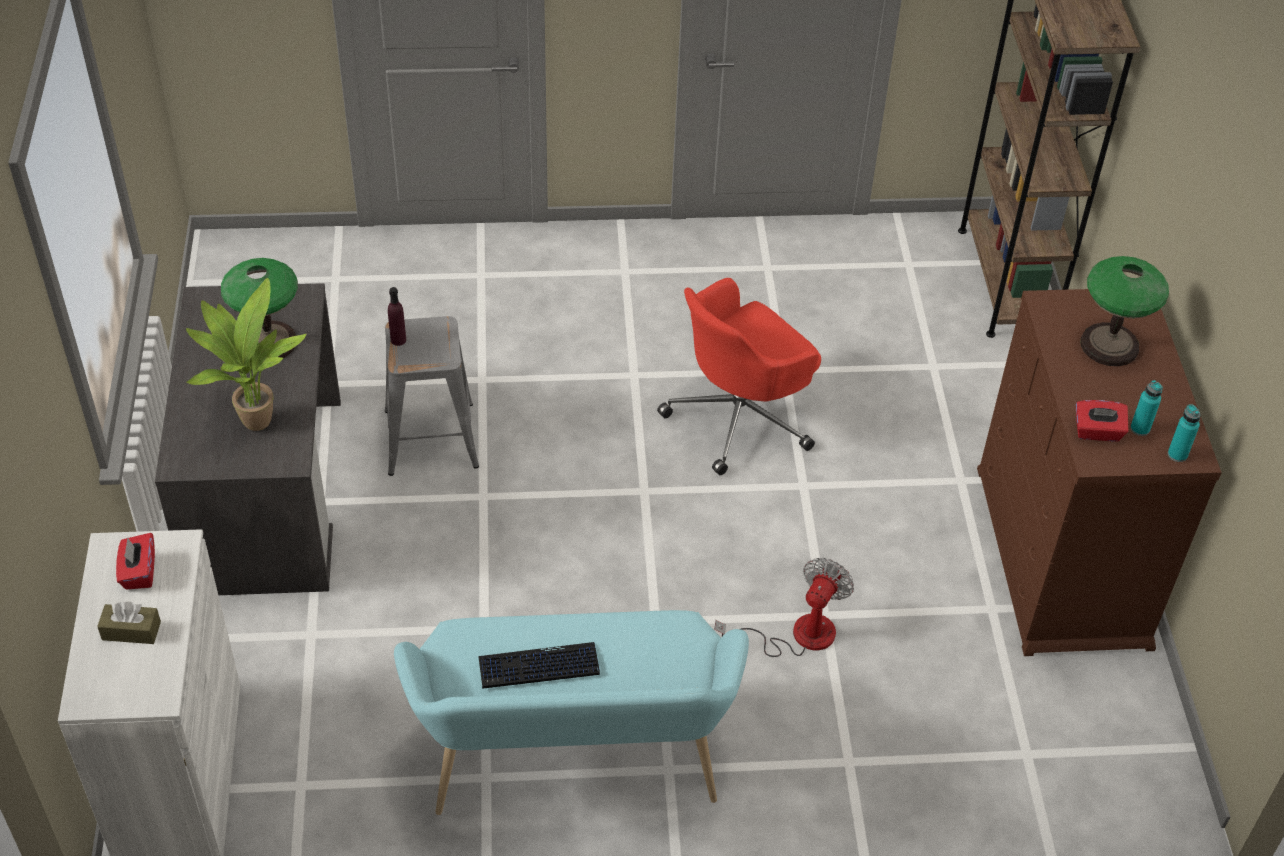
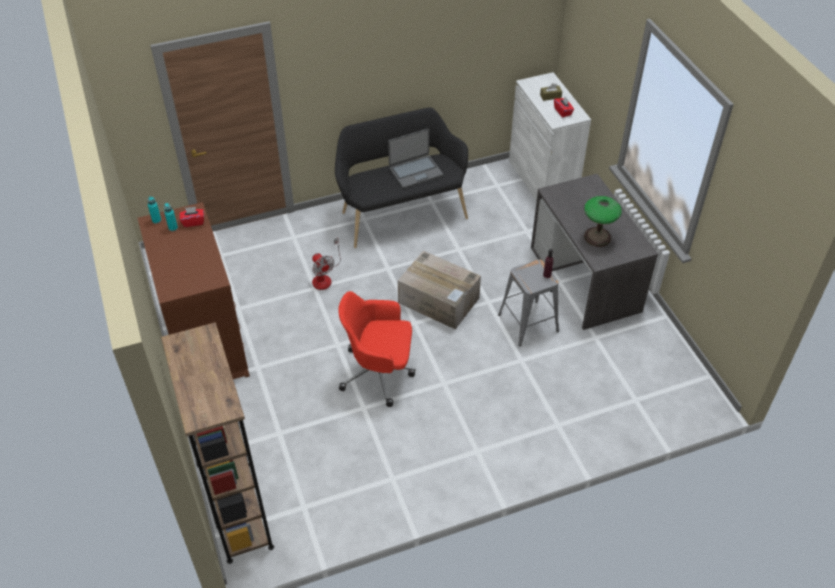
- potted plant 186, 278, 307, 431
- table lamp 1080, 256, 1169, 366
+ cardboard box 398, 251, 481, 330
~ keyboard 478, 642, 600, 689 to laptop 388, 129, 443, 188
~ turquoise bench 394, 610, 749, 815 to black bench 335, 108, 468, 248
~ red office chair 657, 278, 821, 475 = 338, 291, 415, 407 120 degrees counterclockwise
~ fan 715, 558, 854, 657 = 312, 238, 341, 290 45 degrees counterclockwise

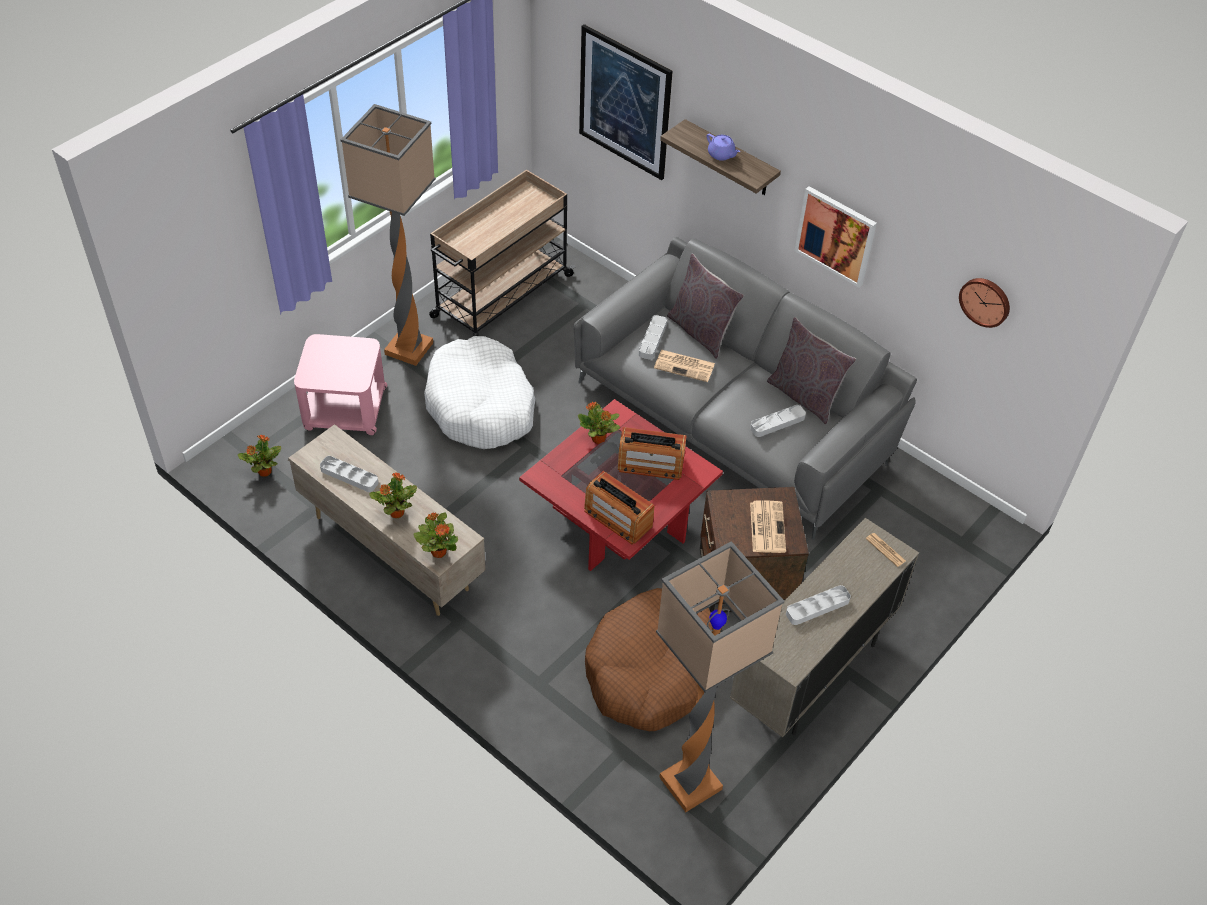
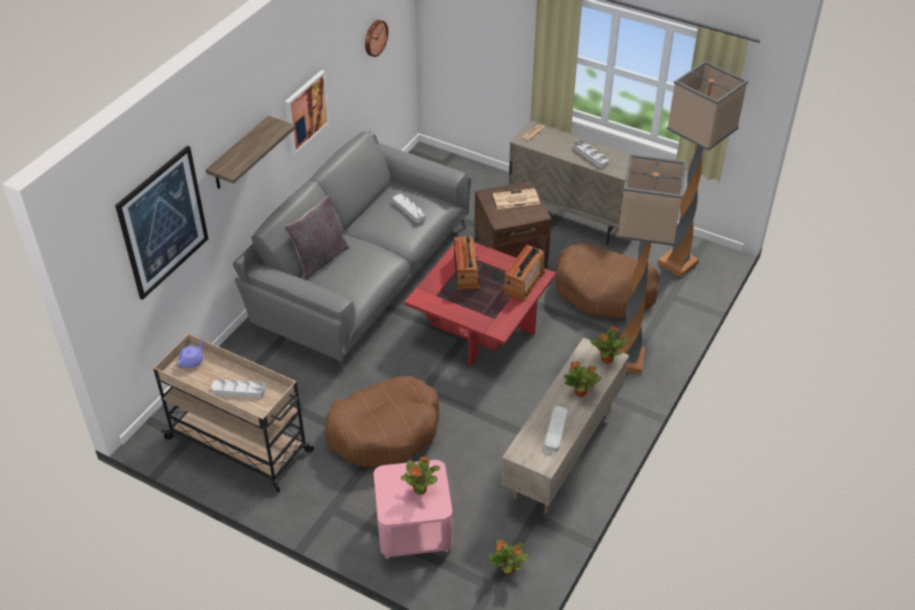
- newspaper 654, 350, 715, 382
- grey pillow 767, 317, 856, 424
~ floor lamp 340, 104, 436, 366 to 615, 154, 687, 374
~ potted plant 578, 402, 620, 444 to 401, 456, 440, 495
~ grey tray 639, 315, 667, 360 to 211, 379, 266, 398
~ purple teapot 707, 134, 740, 161 to 177, 339, 204, 368
~ white dog bed 424, 336, 536, 449 to brown dog bed 325, 376, 439, 467

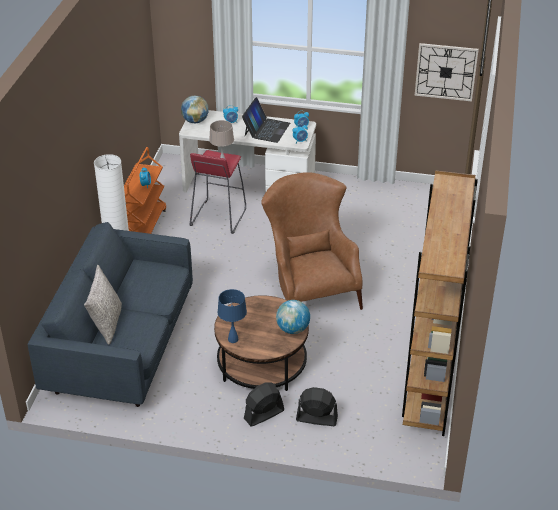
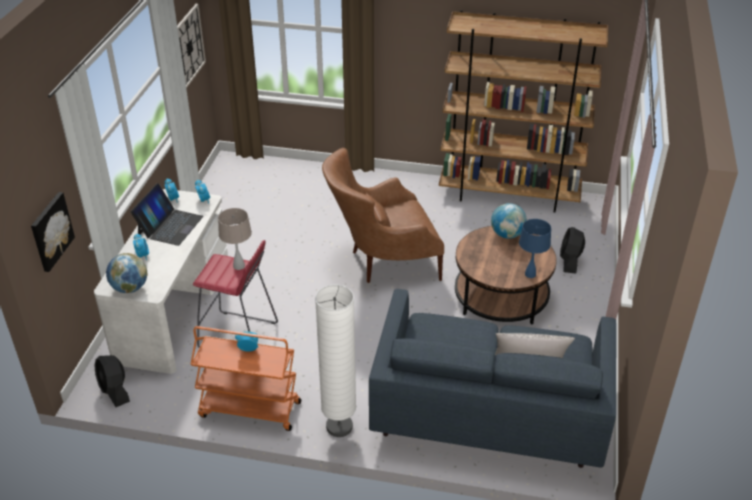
+ picture 31, 192, 75, 272
~ black fan 244, 382, 284, 427 to 94, 355, 130, 407
~ laptop 242, 97, 290, 143 = 130, 183, 203, 246 90 degrees clockwise

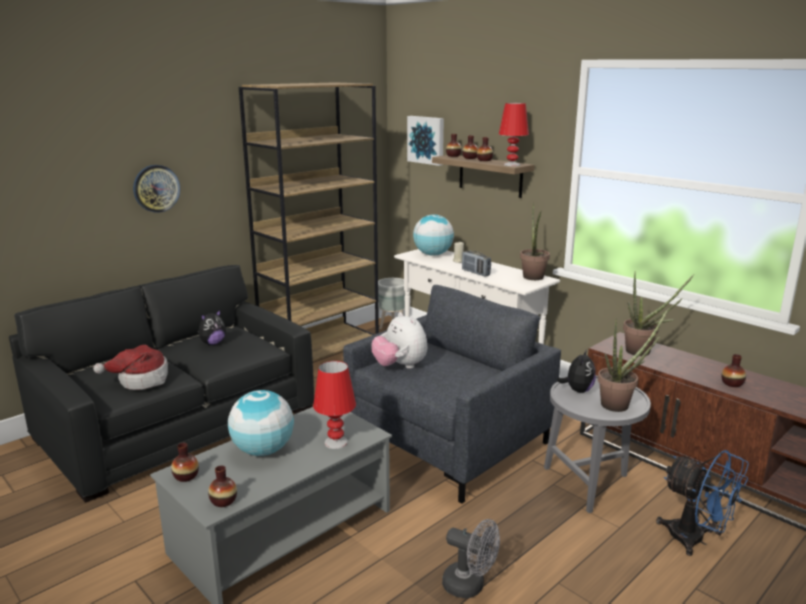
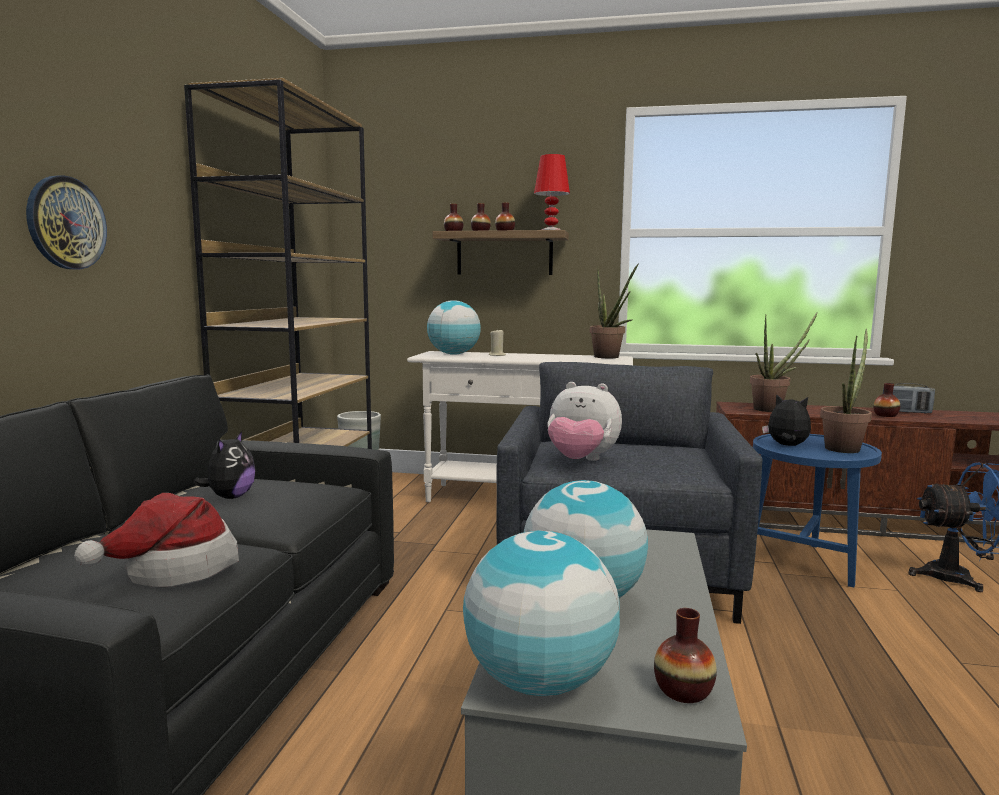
- red table lamp 313, 361, 356, 449
- picture 407, 116, 444, 166
- grey fan 442, 519, 500, 598
~ radio 462, 251, 491, 276 to 883, 383, 935, 414
~ vase 171, 443, 199, 482 to globe 463, 530, 620, 696
~ grey side table 544, 376, 651, 513 to blue side table 753, 434, 882, 587
~ plush toy 557, 349, 596, 393 = 762, 394, 811, 446 45 degrees counterclockwise

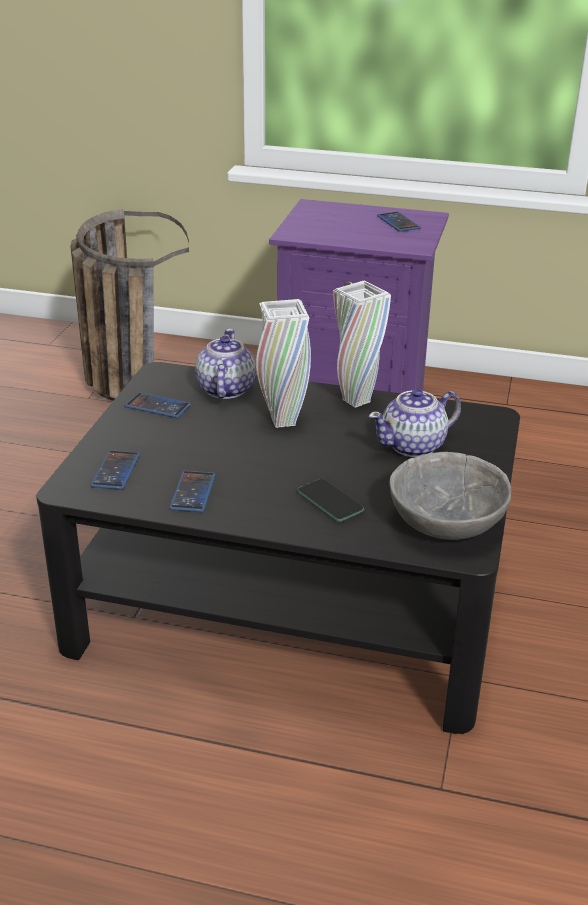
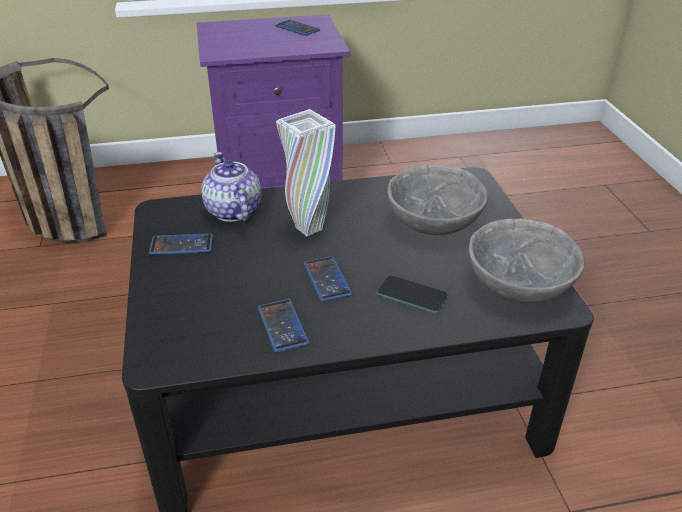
- white vase 333, 280, 391, 408
~ phone 90, 450, 140, 490 to 303, 256, 353, 302
~ teapot 369, 388, 461, 457 to grey bowl 388, 164, 488, 235

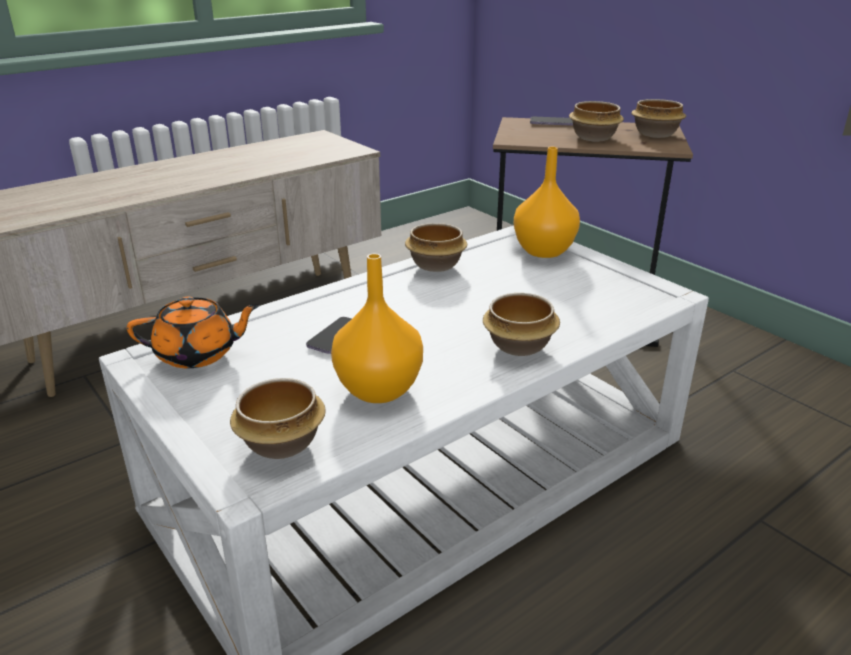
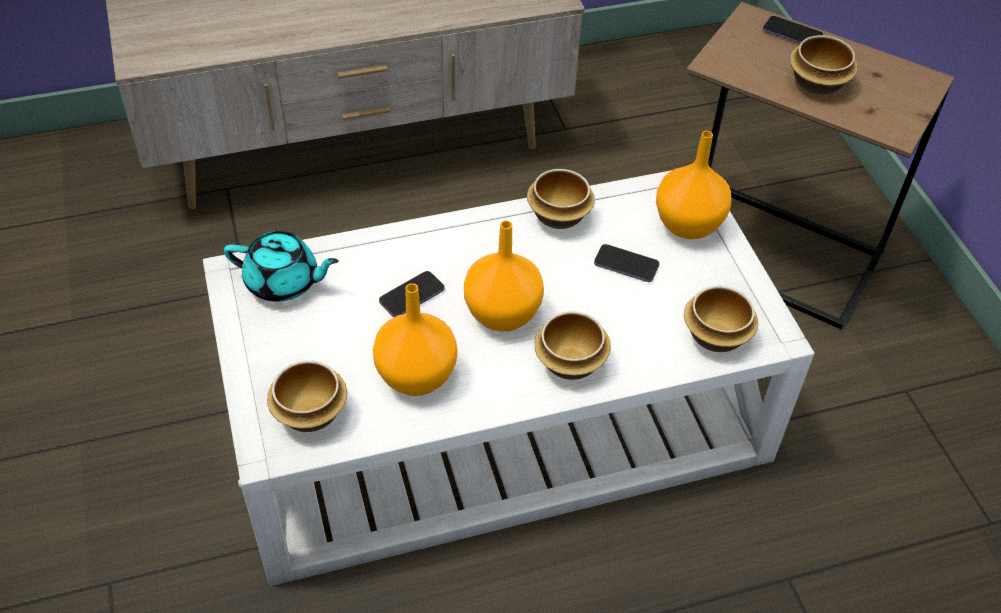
+ orange vase 464, 220, 544, 332
+ phone 594, 244, 660, 282
~ bowl 631, 99, 686, 138 to 684, 286, 758, 352
~ orange teapot 127, 297, 260, 368 to turquoise teapot 224, 231, 339, 302

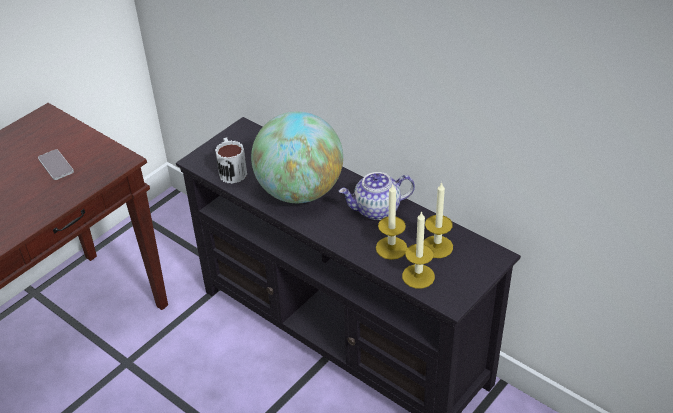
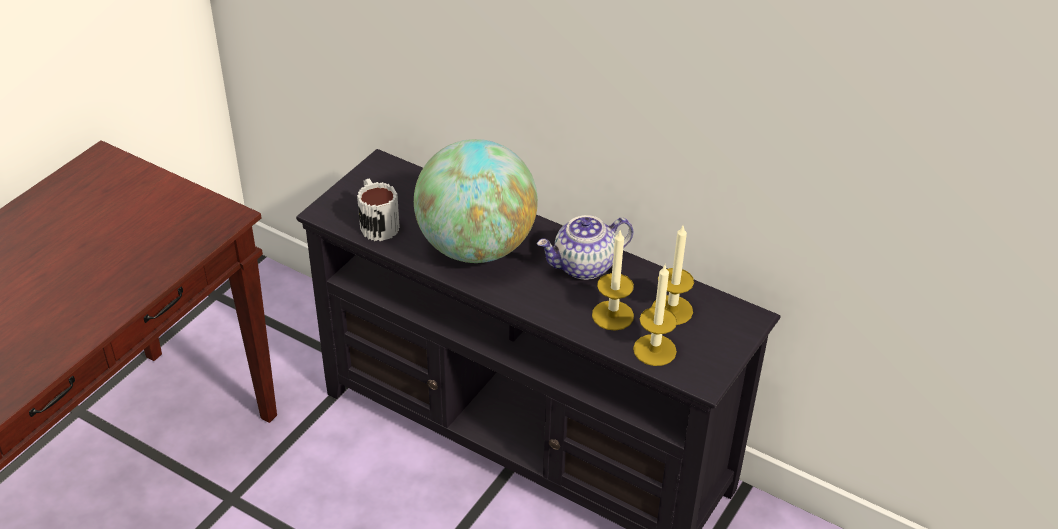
- phone 38, 149, 74, 180

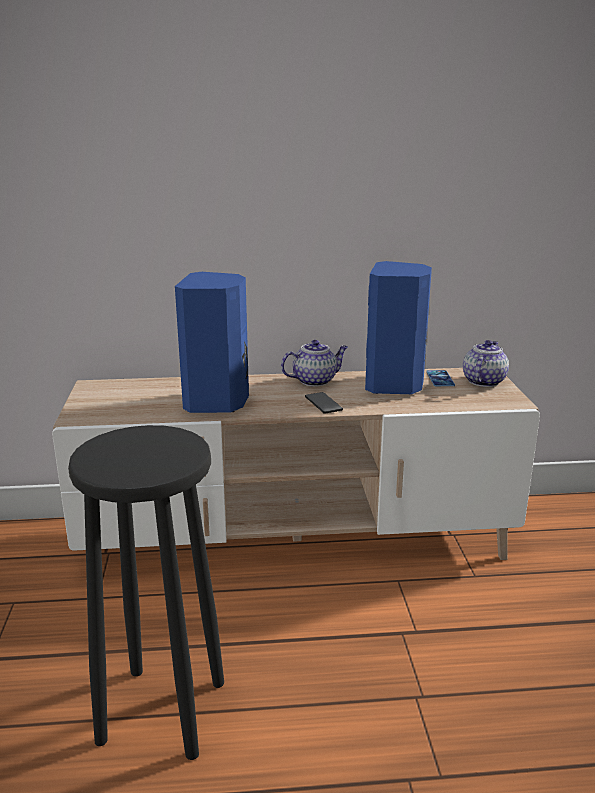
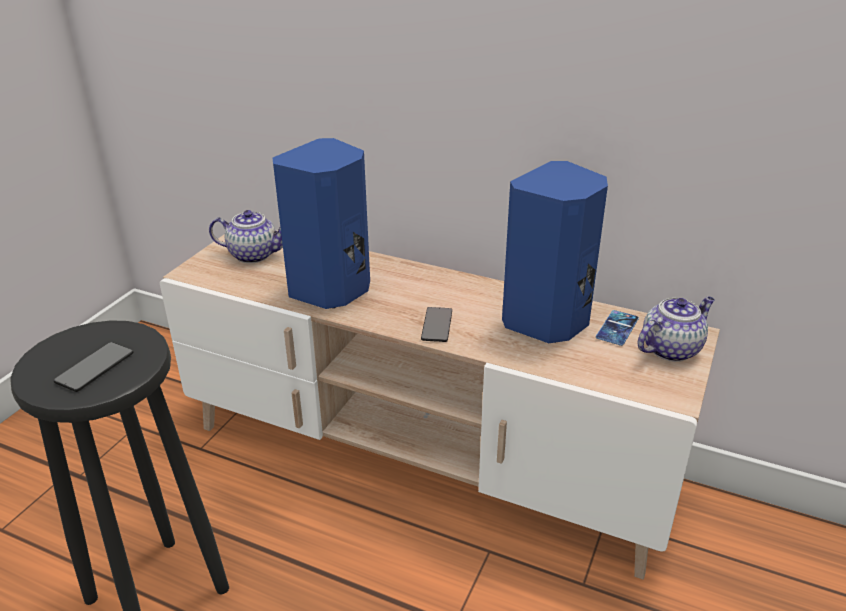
+ phone 54, 342, 133, 392
~ teapot 281, 340, 348, 387 to 209, 210, 283, 263

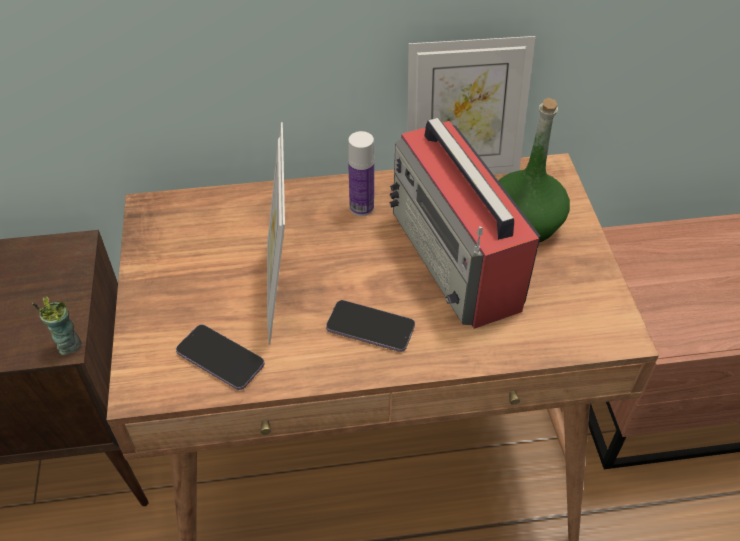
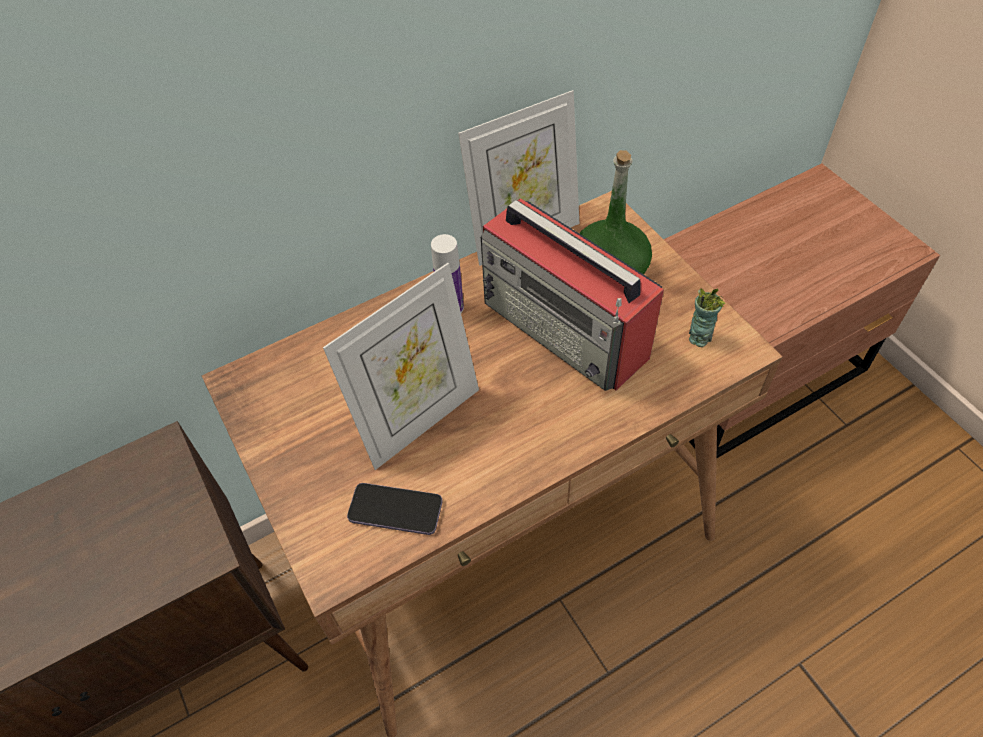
- phone 326, 300, 415, 352
~ cup 32, 297, 81, 355 to 689, 288, 725, 347
~ picture frame 267, 122, 285, 345 = 323, 263, 479, 470 105 degrees counterclockwise

